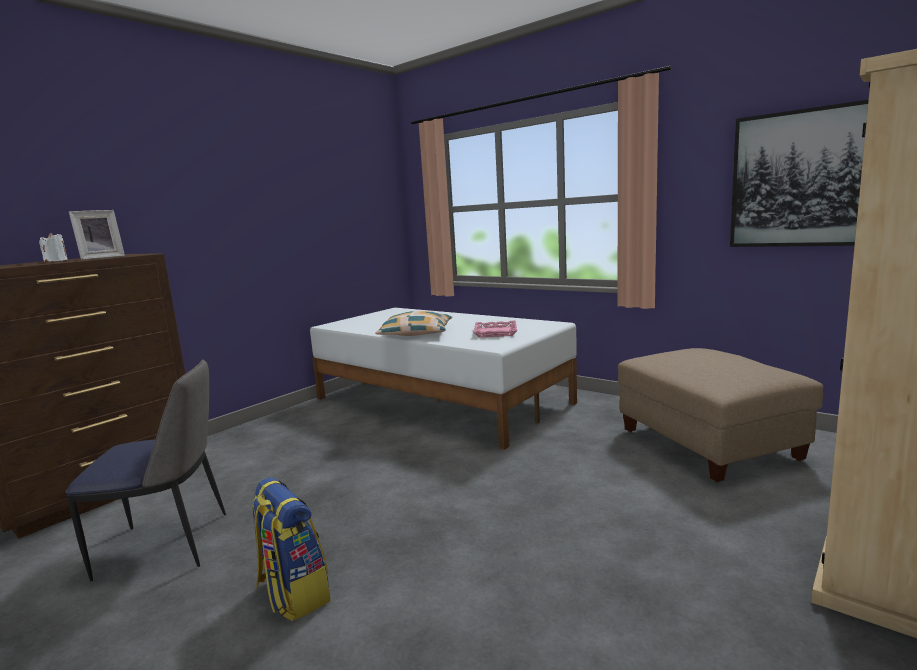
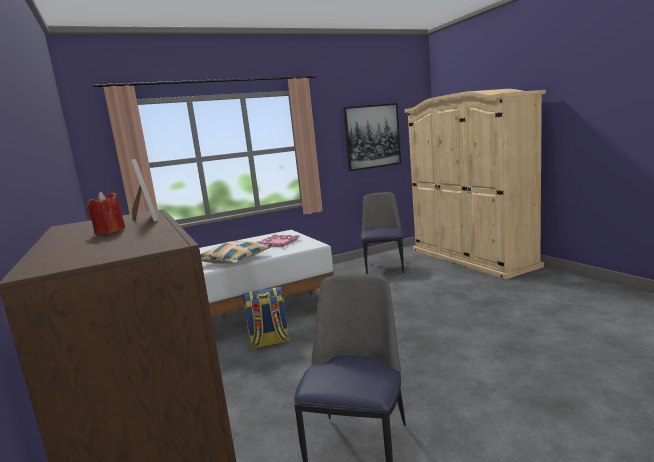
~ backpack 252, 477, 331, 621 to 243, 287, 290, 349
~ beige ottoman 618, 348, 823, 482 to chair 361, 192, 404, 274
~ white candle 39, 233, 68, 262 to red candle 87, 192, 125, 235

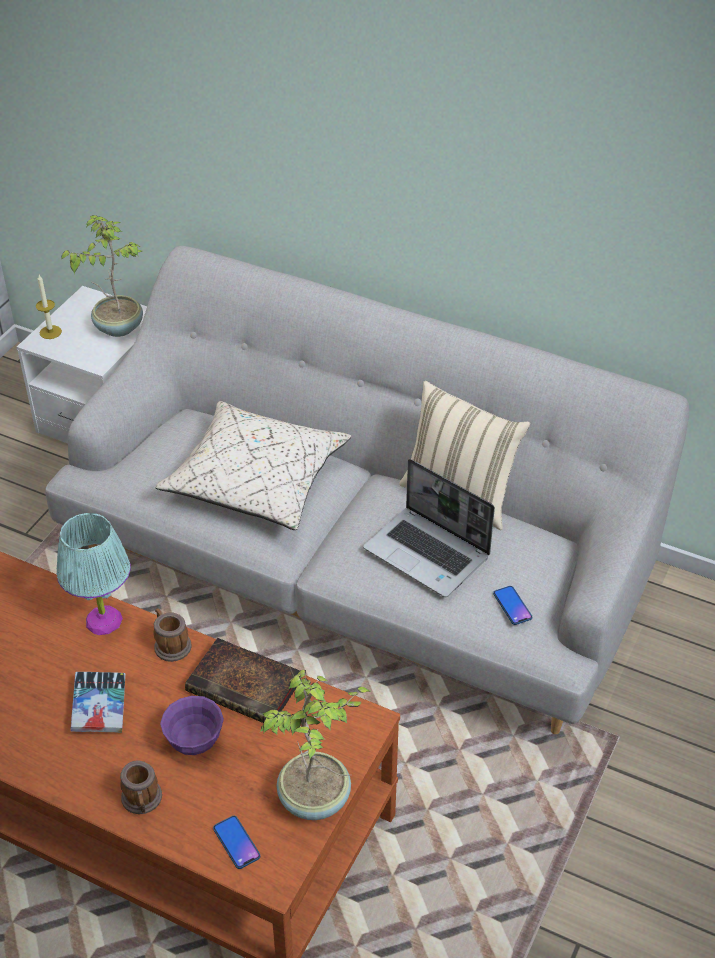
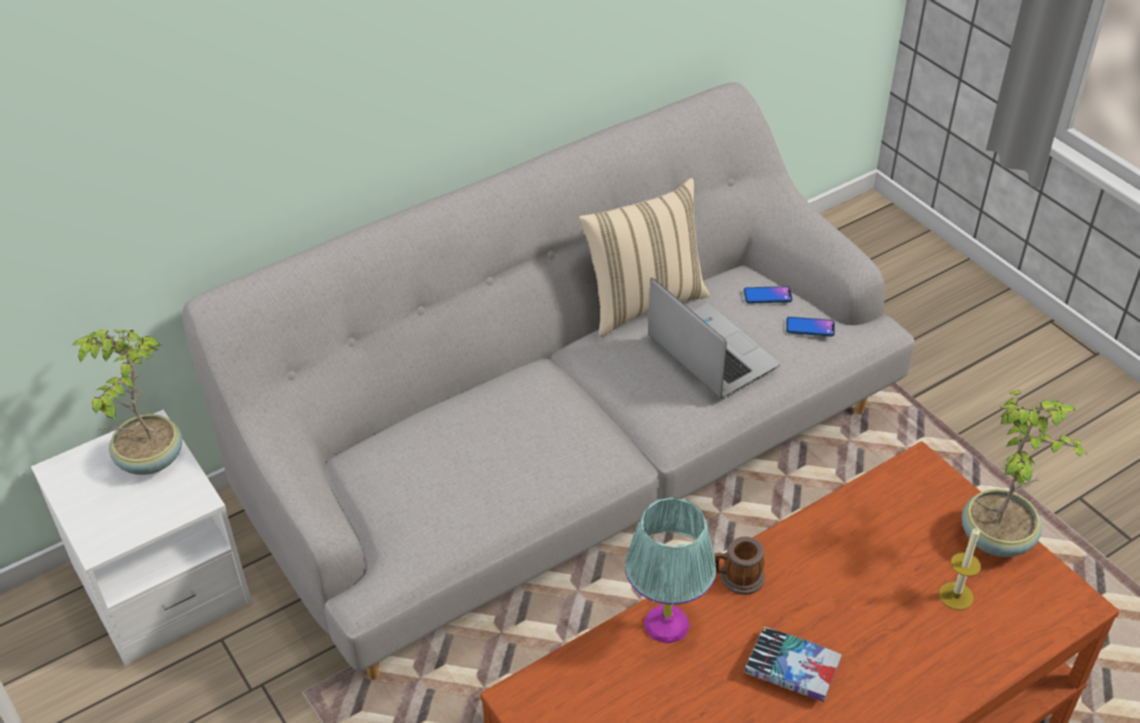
- mug 120, 760, 162, 814
- beige pillow 155, 401, 351, 530
- purple bowl 160, 696, 224, 755
- book 185, 638, 302, 723
~ candle 36, 275, 62, 339 to 939, 526, 981, 610
~ phone 213, 816, 260, 869 to 744, 286, 792, 303
~ laptop 363, 459, 495, 597 = 648, 278, 780, 398 105 degrees counterclockwise

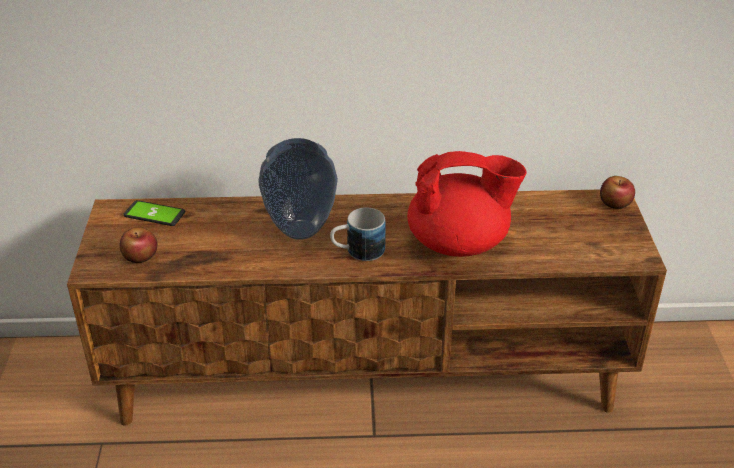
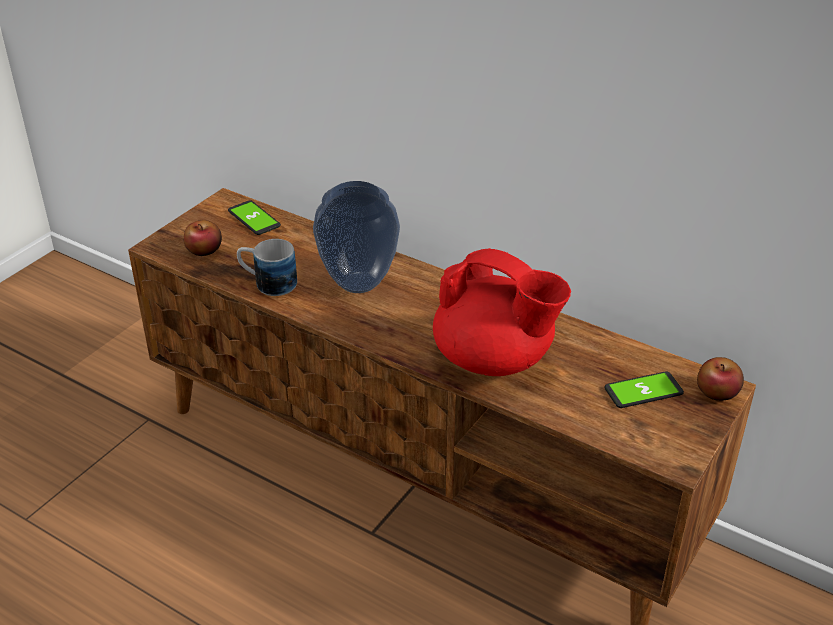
+ phone 605, 371, 684, 408
~ mug 330, 207, 386, 261 to 237, 239, 297, 296

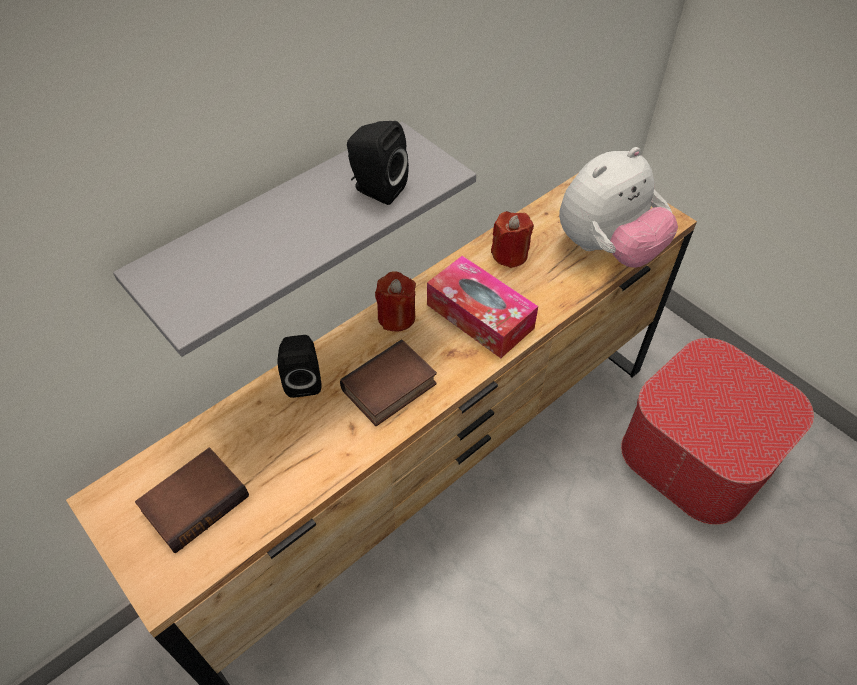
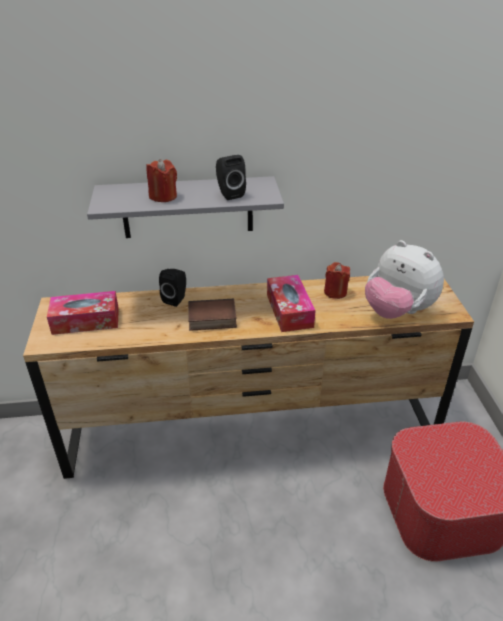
~ red candle 375, 271, 416, 332 to 146, 159, 177, 202
~ book 135, 448, 249, 553 to tissue box 47, 291, 119, 335
~ plush toy 559, 147, 678, 268 = 365, 240, 444, 319 45 degrees clockwise

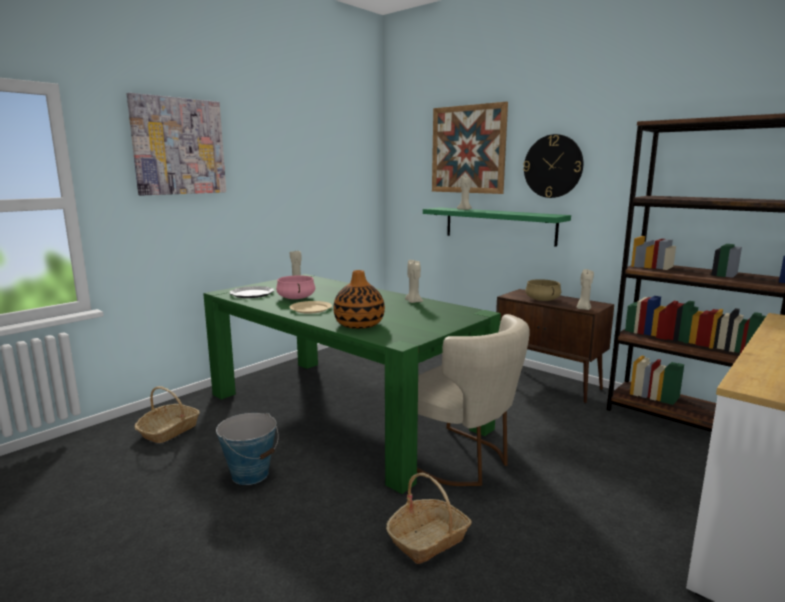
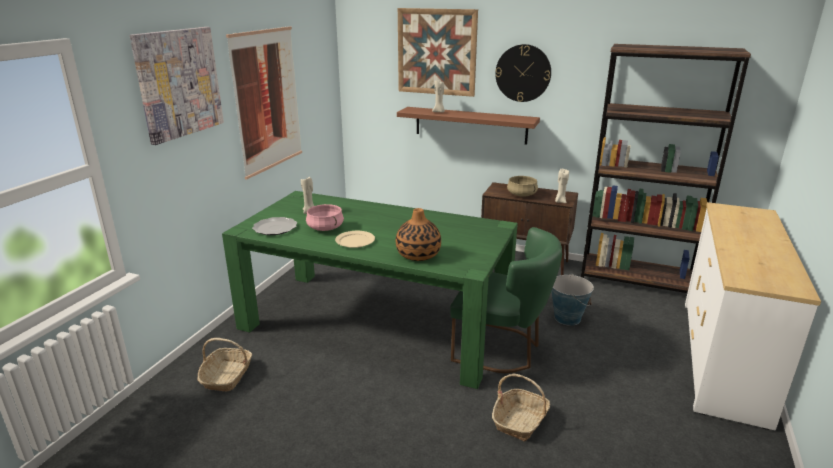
- beige candle 405, 260, 423, 303
+ picture 226, 26, 302, 180
~ bucket 216, 412, 278, 485 to 552, 273, 594, 326
~ beige chair 417, 314, 530, 486 to green chair 450, 227, 562, 373
~ green shelf 423, 207, 571, 247 to brown shelf 397, 107, 540, 145

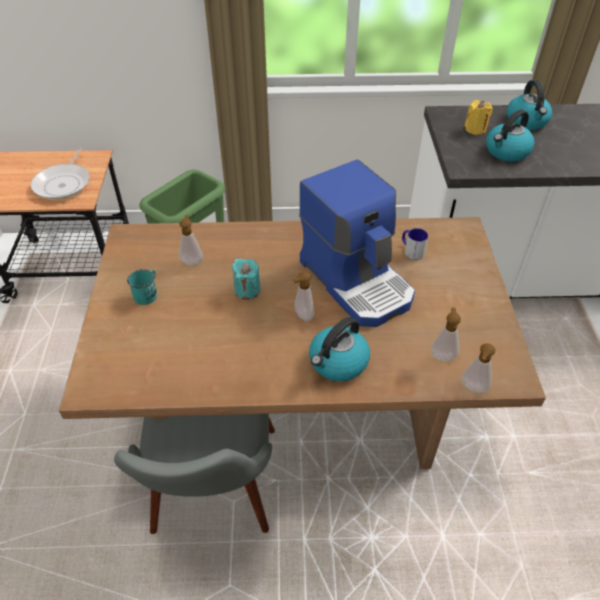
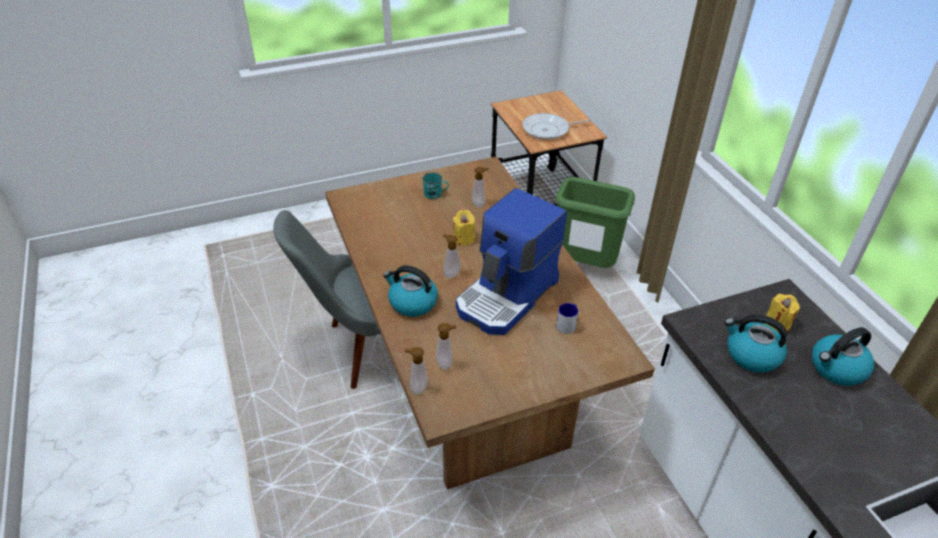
~ turquoise candle 232, 259, 260, 300 to yellow candle 453, 210, 475, 246

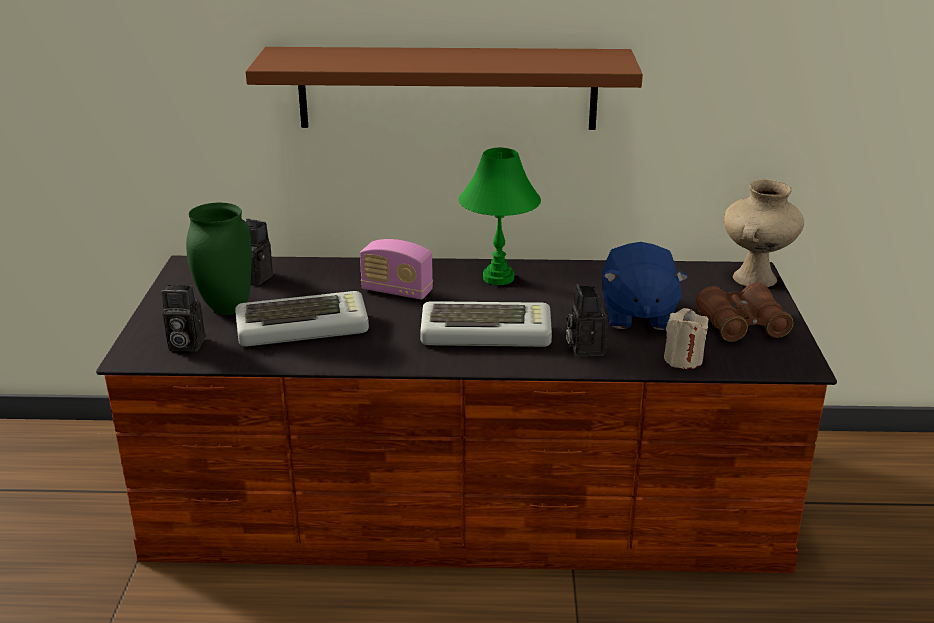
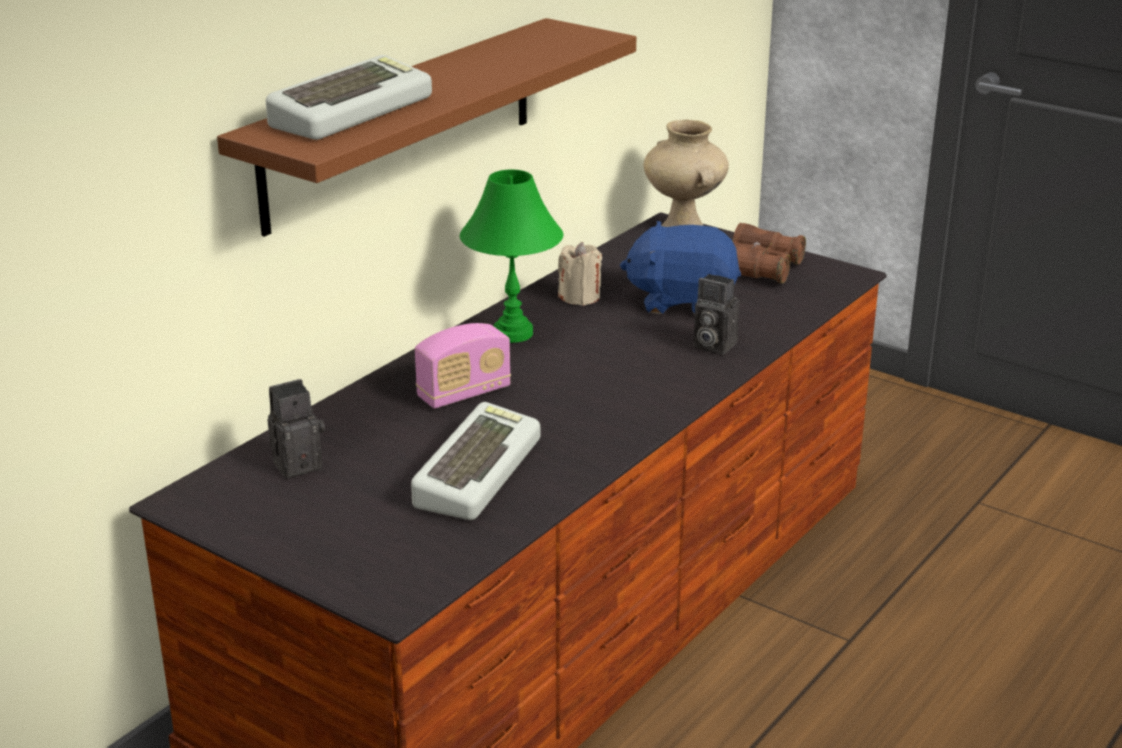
- photo camera 161, 285, 205, 352
- green vase 186, 203, 252, 315
~ keyboard 420, 301, 552, 347 to 266, 55, 432, 140
~ beige candle 664, 308, 709, 369 to 558, 242, 602, 306
~ blue plush toy 602, 242, 688, 330 = 620, 221, 741, 315 150 degrees clockwise

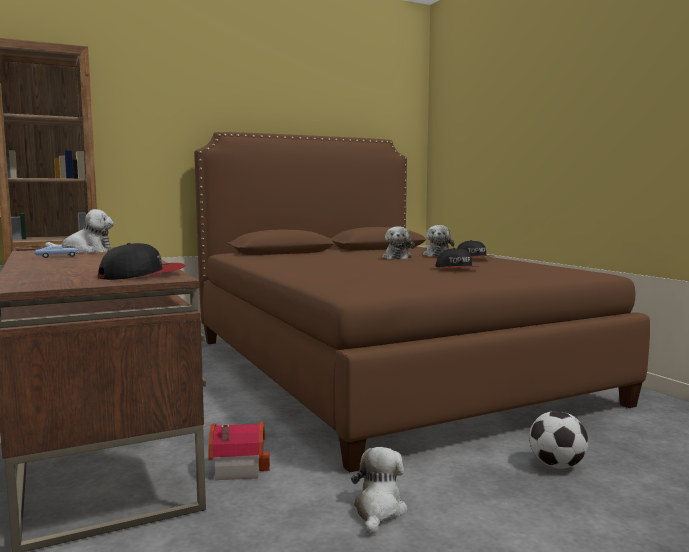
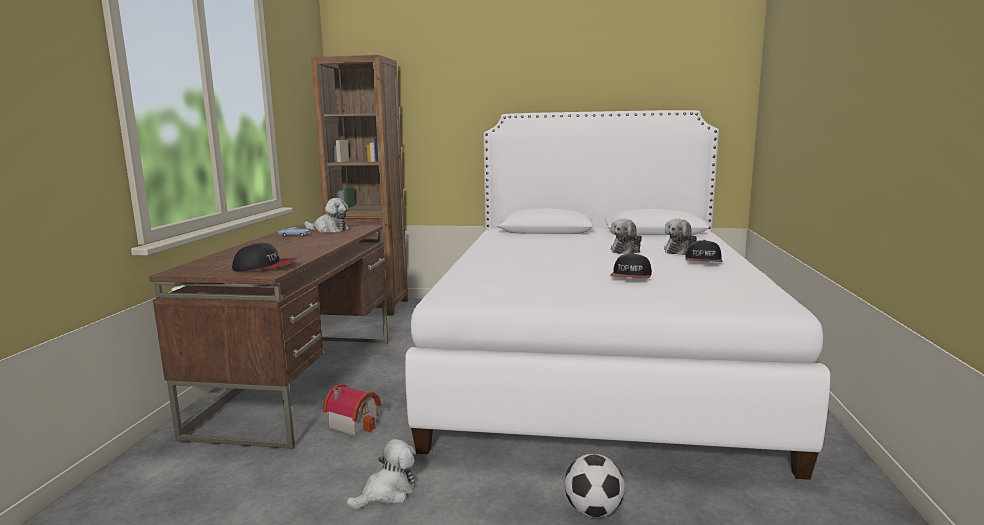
~ brown bed 194, 132, 650, 473 to white bed 405, 110, 830, 480

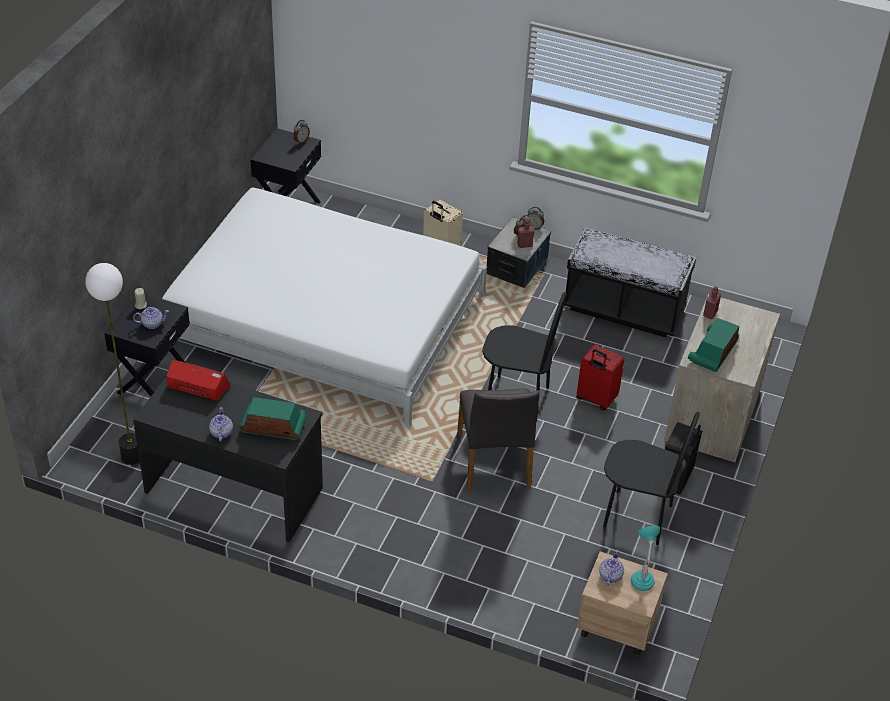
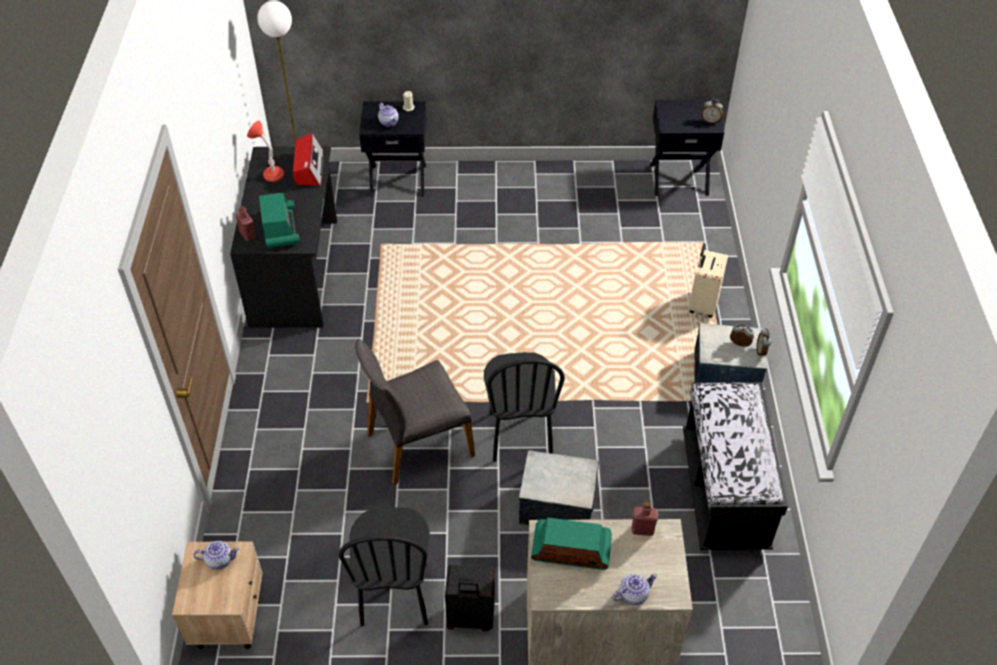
- white bed 162, 187, 487, 427
- turquoise table lamp 631, 526, 660, 591
+ red table lamp 247, 120, 284, 182
~ teapot 209, 407, 233, 442 to 612, 573, 658, 605
~ red bottle 517, 220, 535, 248 to 236, 206, 256, 241
~ red suitcase 576, 344, 625, 410 to storage box 519, 450, 599, 526

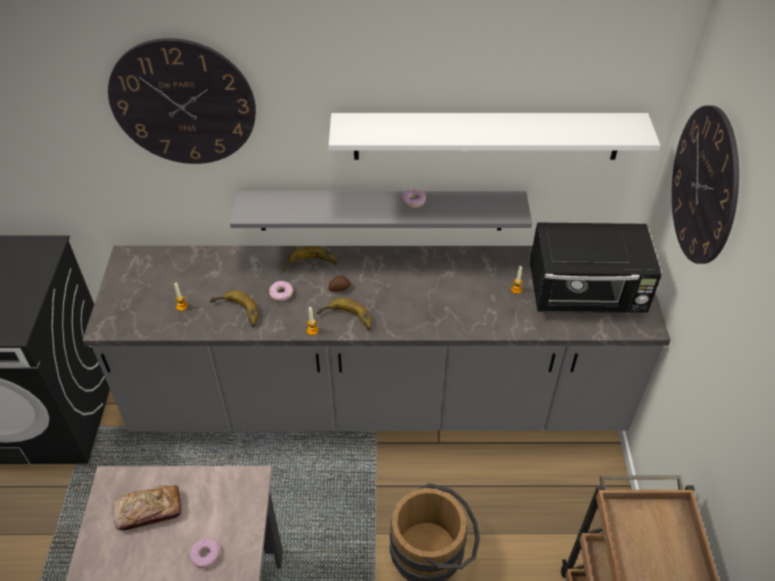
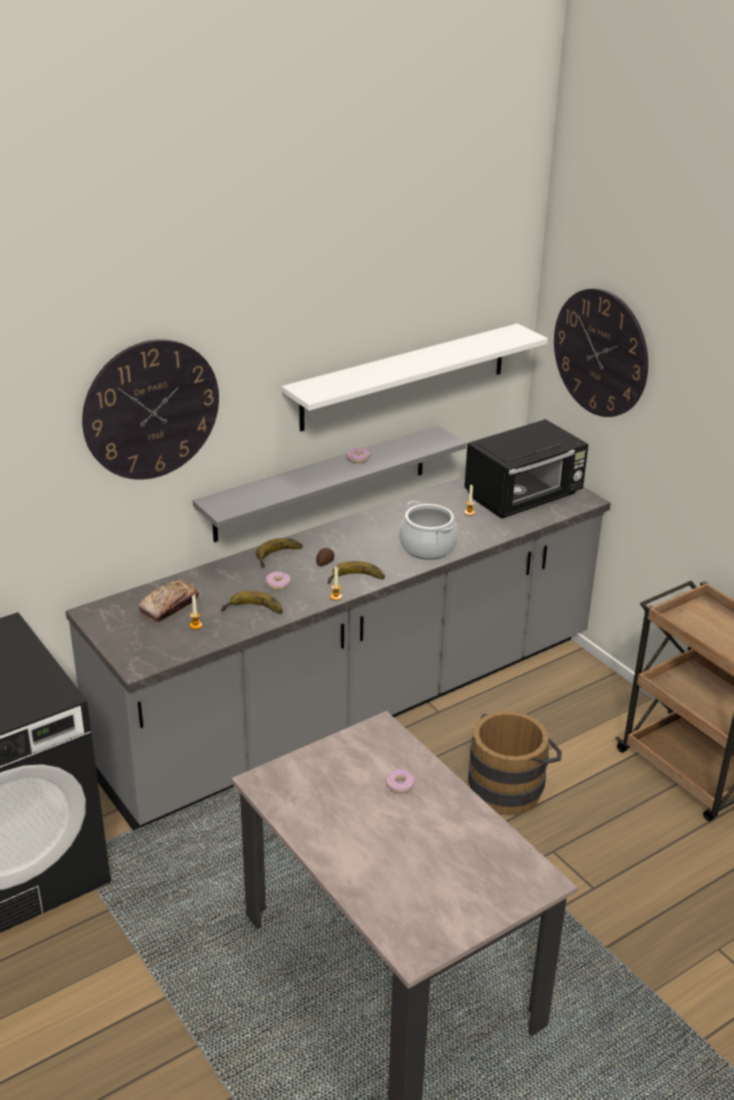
+ cooking pot 399, 501, 458, 560
~ bread 113, 485, 182, 530 to 138, 580, 199, 622

